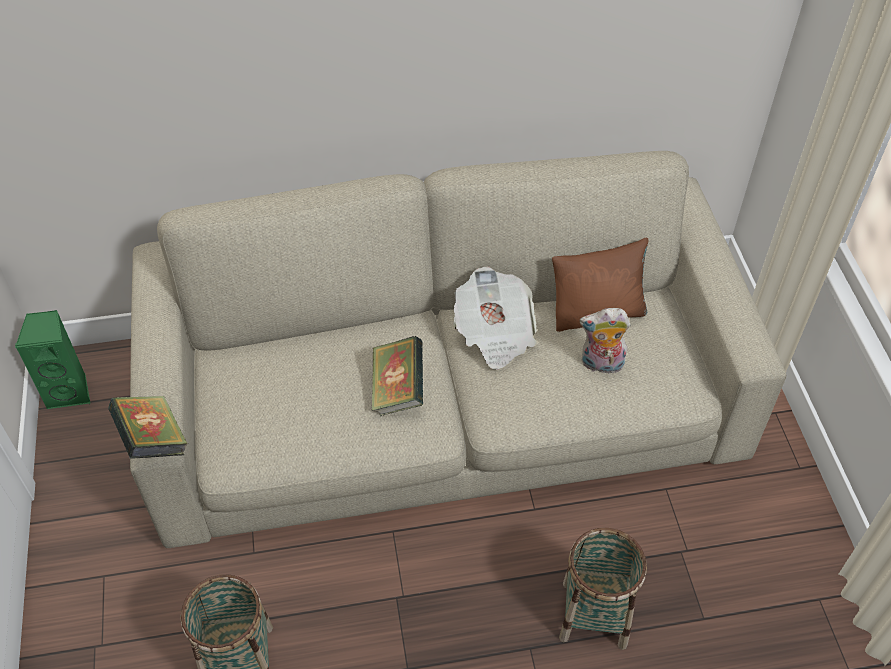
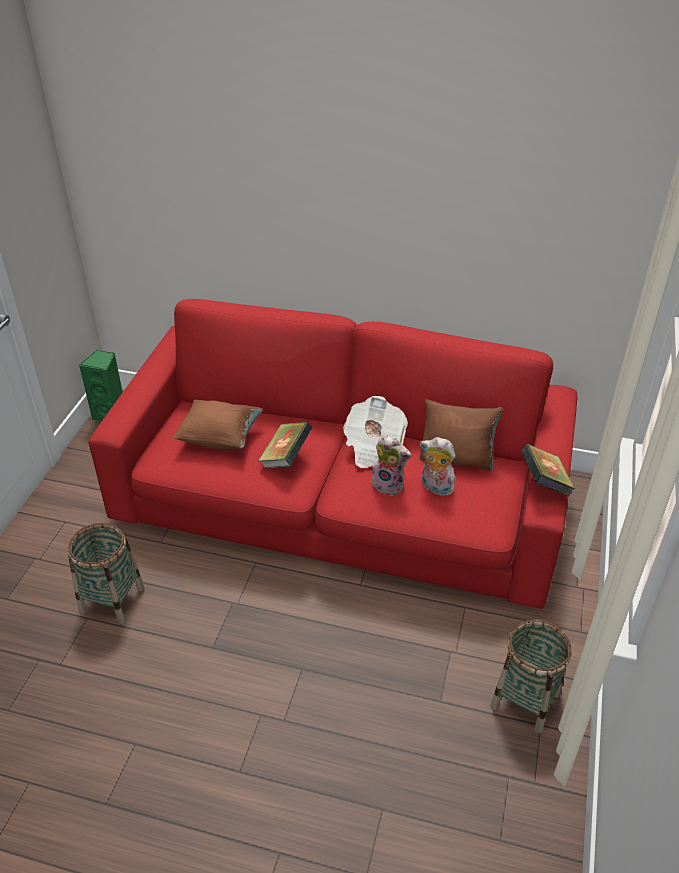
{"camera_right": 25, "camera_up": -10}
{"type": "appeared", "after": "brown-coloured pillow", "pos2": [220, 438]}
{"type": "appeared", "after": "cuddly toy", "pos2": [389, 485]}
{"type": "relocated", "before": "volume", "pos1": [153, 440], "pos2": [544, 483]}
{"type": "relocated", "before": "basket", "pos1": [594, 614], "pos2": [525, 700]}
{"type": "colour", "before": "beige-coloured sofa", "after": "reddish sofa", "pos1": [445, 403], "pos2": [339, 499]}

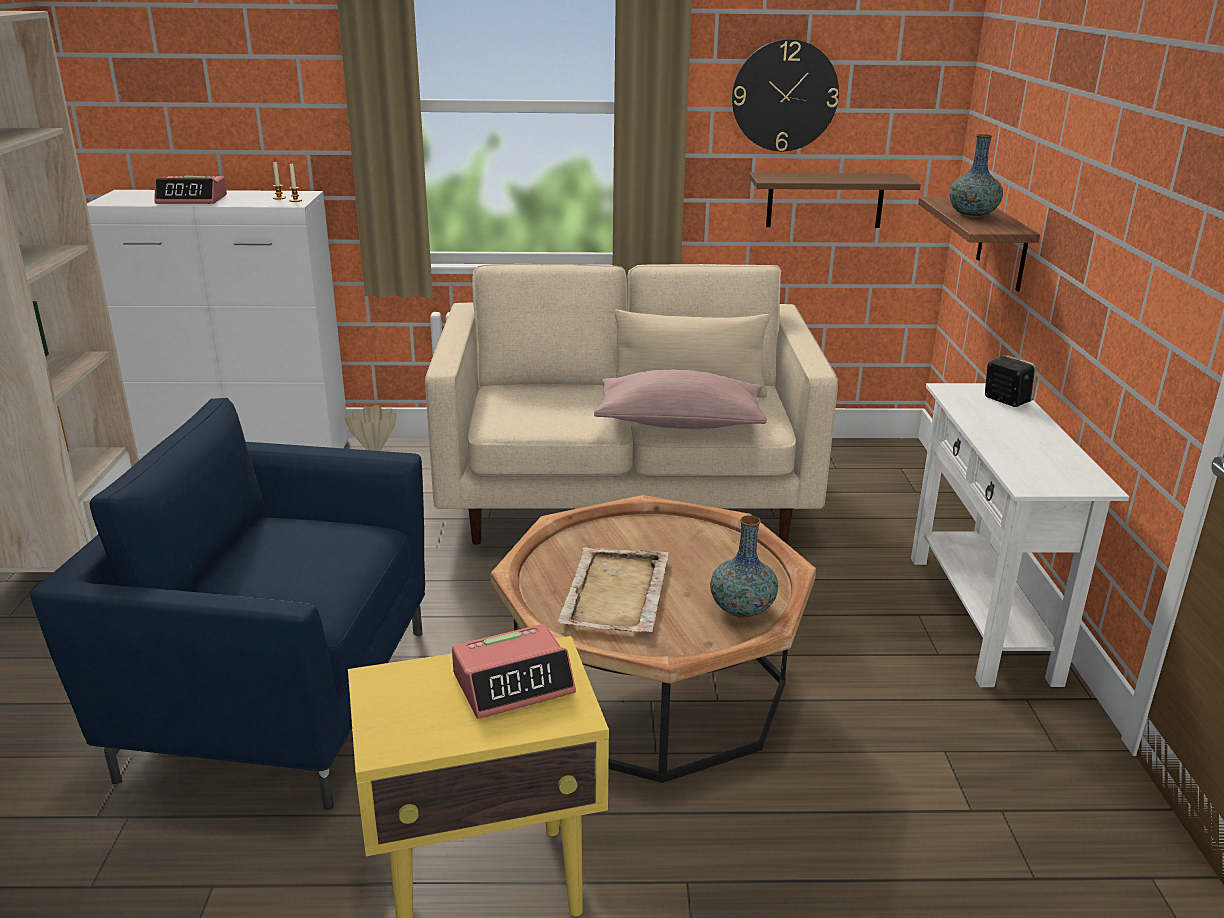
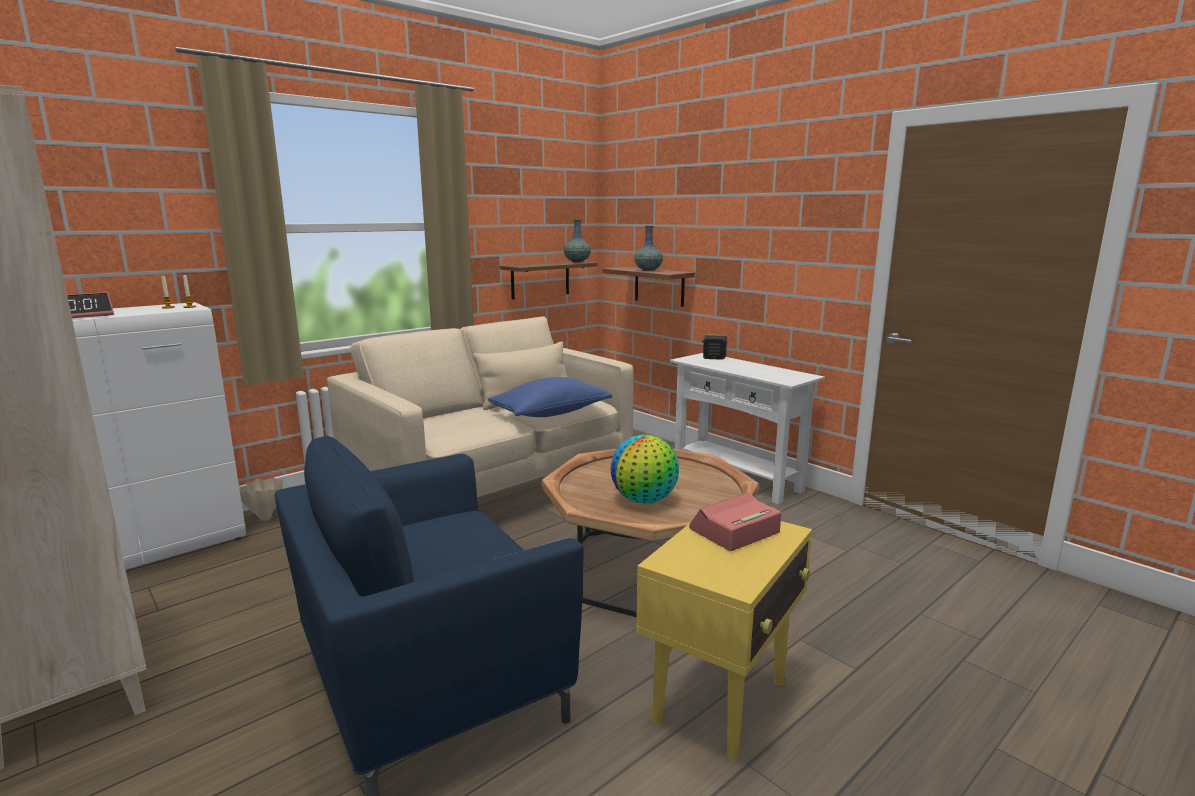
{"camera_right": -40, "camera_up": -10}
{"type": "missing", "before": "hanging clock", "pos1": [784, 96]}
{"type": "relocated", "before": "decorative vase", "pos1": [742, 609], "pos2": [577, 262]}
{"type": "exchanged", "before": "beige-coloured serving tray", "after": "globe", "pos1": [615, 594], "pos2": [644, 500]}
{"type": "colour", "before": "pinkish pillow", "after": "bluish pillow", "pos1": [679, 423], "pos2": [551, 413]}
{"type": "spun", "before": "table clock", "pos1": [514, 683], "pos2": [734, 531], "turn": -150}

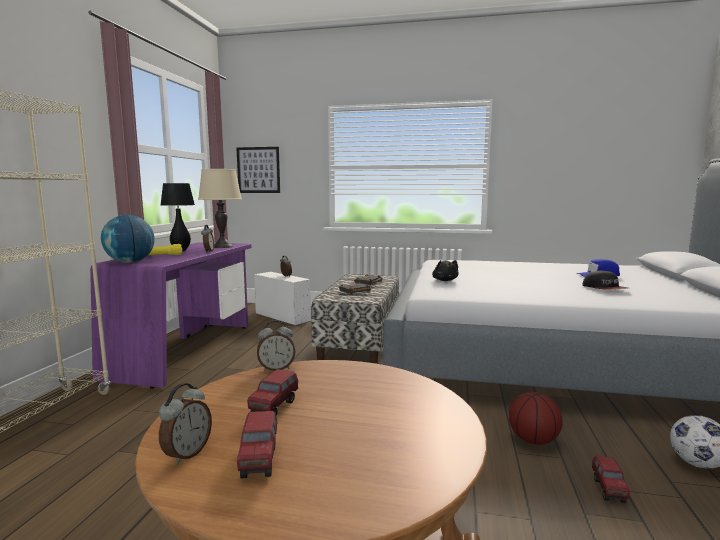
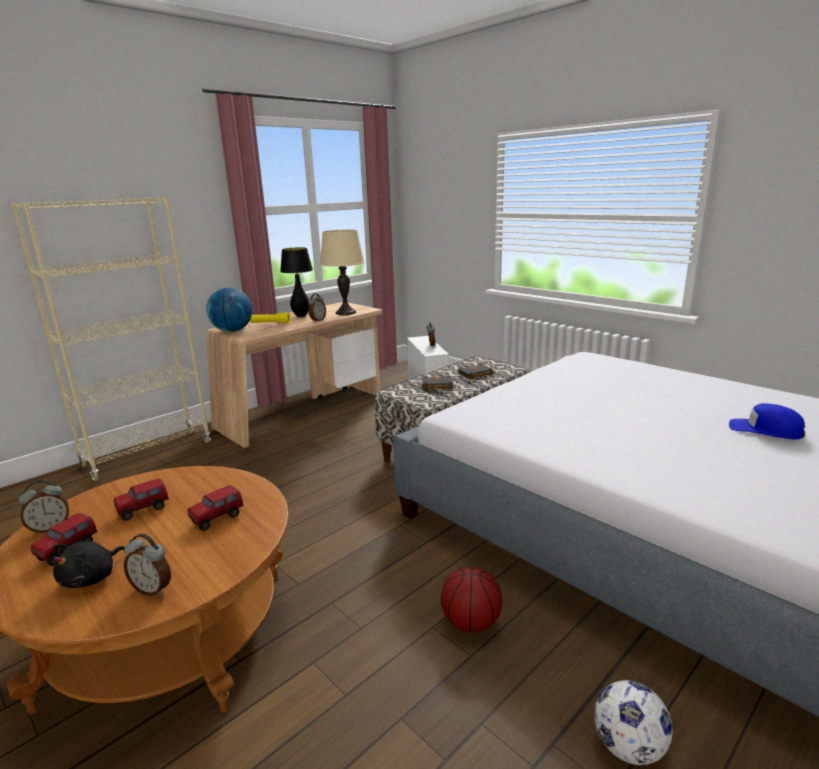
{"camera_right": 35, "camera_up": 10}
{"type": "missing", "before": "wall art", "pos1": [258, 170]}
{"type": "missing", "before": "cap", "pos1": [605, 288]}
{"type": "relocated", "before": "table clock", "pos1": [276, 368], "pos2": [153, 589]}
{"type": "relocated", "before": "blackish cuddly toy", "pos1": [445, 280], "pos2": [92, 578]}
{"type": "relocated", "before": "toy lorry", "pos1": [608, 490], "pos2": [217, 519]}
{"type": "colour", "before": "purple desk", "after": "beige-coloured desk", "pos1": [187, 350], "pos2": [304, 412]}

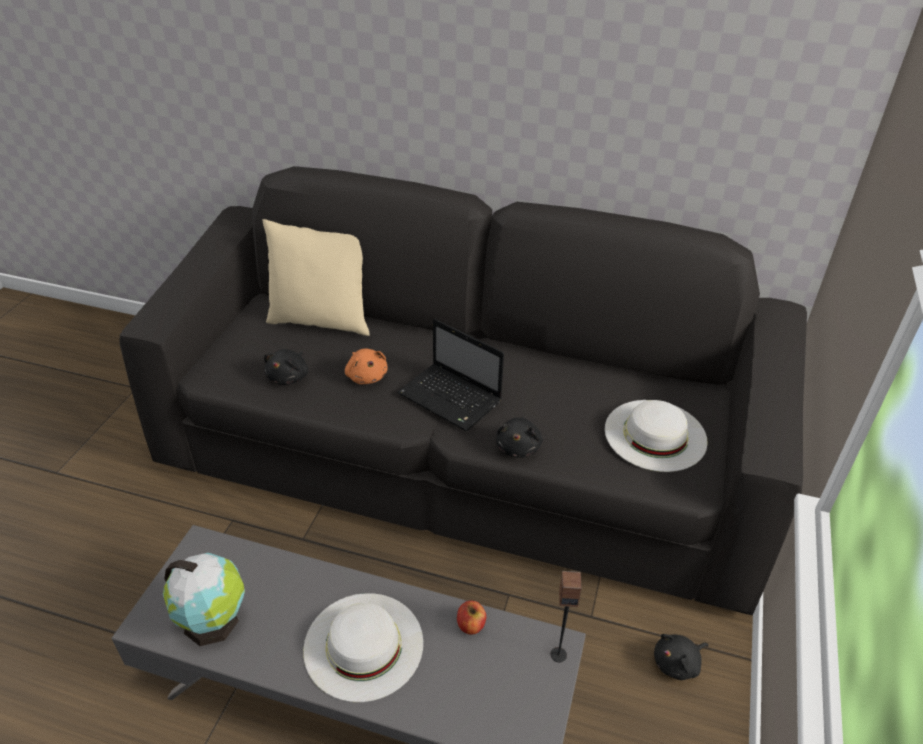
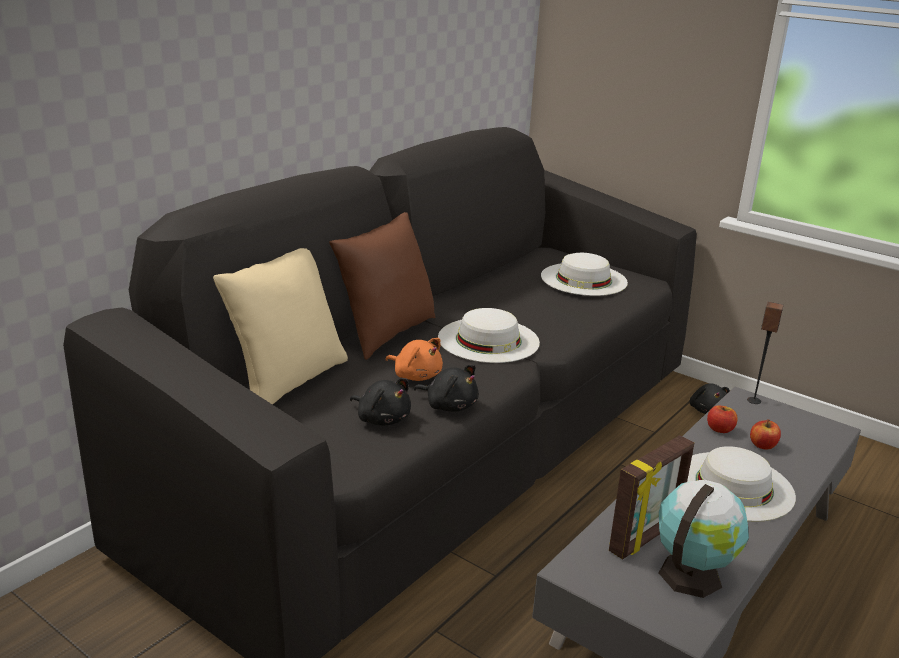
{"camera_right": -70, "camera_up": -15}
{"type": "appeared", "after": "brown-coloured pillow", "pos2": [385, 334]}
{"type": "appeared", "after": "photo frame", "pos2": [646, 537]}
{"type": "appeared", "after": "apple fruit", "pos2": [763, 445]}
{"type": "relocated", "before": "blackish cuddly toy", "pos1": [518, 447], "pos2": [449, 405]}
{"type": "exchanged", "before": "portable computer", "after": "whitish wearable hat", "pos1": [451, 398], "pos2": [488, 340]}
{"type": "spun", "before": "orange-coloured cuddly toy", "pos1": [366, 376], "pos2": [416, 375], "turn": 45}

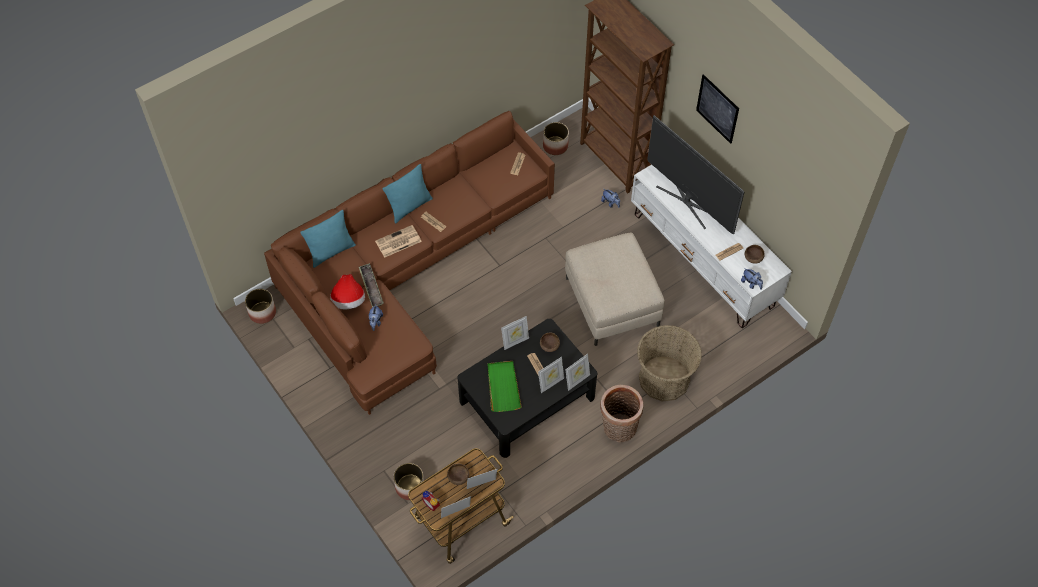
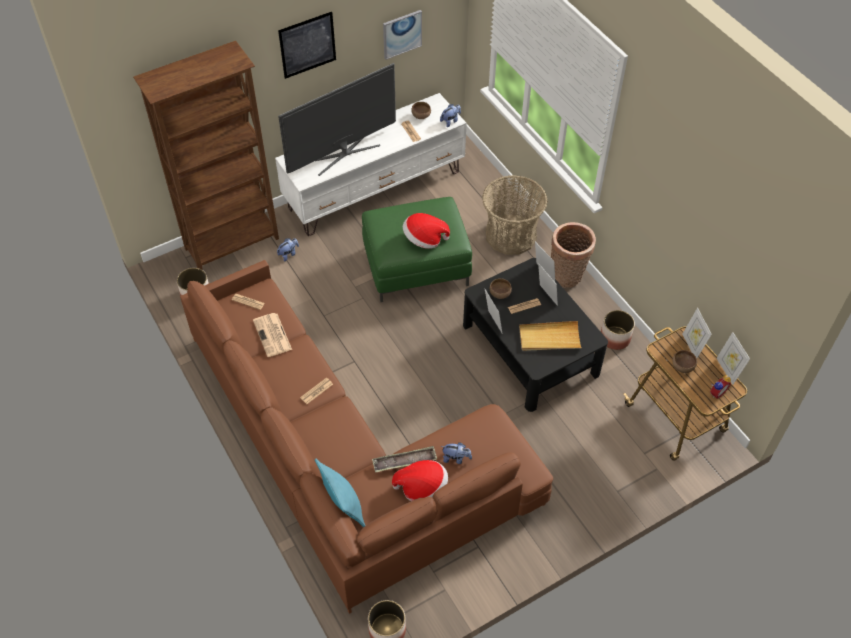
{"camera_right": -85, "camera_up": -5}
{"type": "missing", "before": "turquoise-coloured pillow", "pos1": [410, 207]}
{"type": "appeared", "after": "wall art", "pos2": [402, 34]}
{"type": "appeared", "after": "wearable hat", "pos2": [424, 239]}
{"type": "relocated", "before": "newspaper", "pos1": [398, 242], "pos2": [273, 335]}
{"type": "relocated", "before": "planter", "pos1": [410, 487], "pos2": [614, 338]}
{"type": "colour", "before": "greenish serving tray", "after": "beige-coloured serving tray", "pos1": [503, 387], "pos2": [549, 338]}
{"type": "colour", "before": "beige-coloured footrest", "after": "greenish footrest", "pos1": [612, 302], "pos2": [416, 266]}

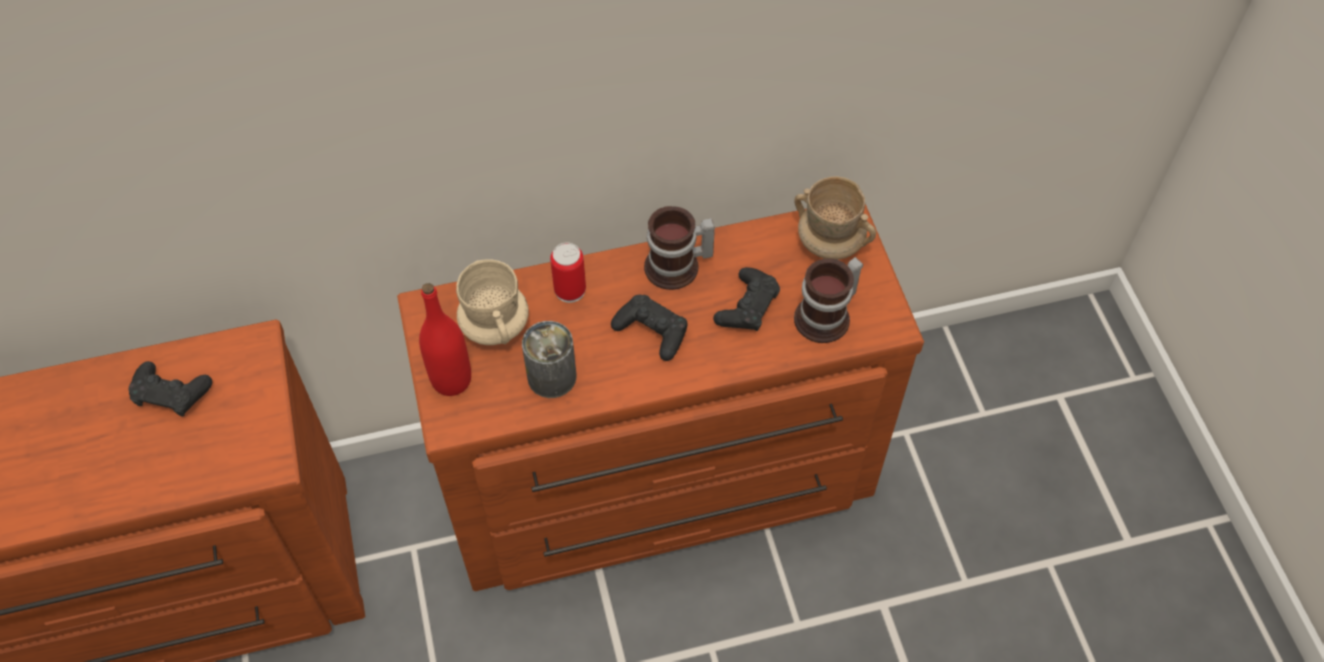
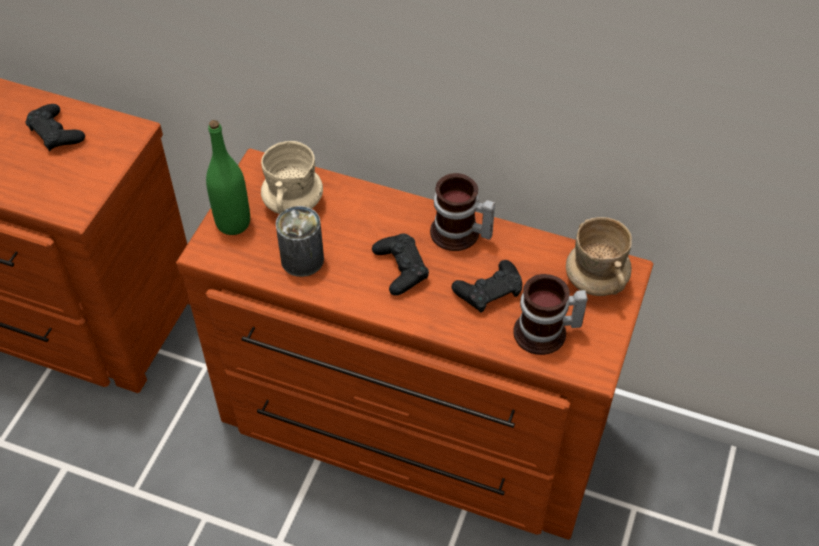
{"camera_right": 35, "camera_up": -5}
{"type": "missing", "before": "metal can", "pos1": [570, 290]}
{"type": "colour", "before": "reddish bottle", "after": "greenish bottle", "pos1": [451, 380], "pos2": [233, 223]}

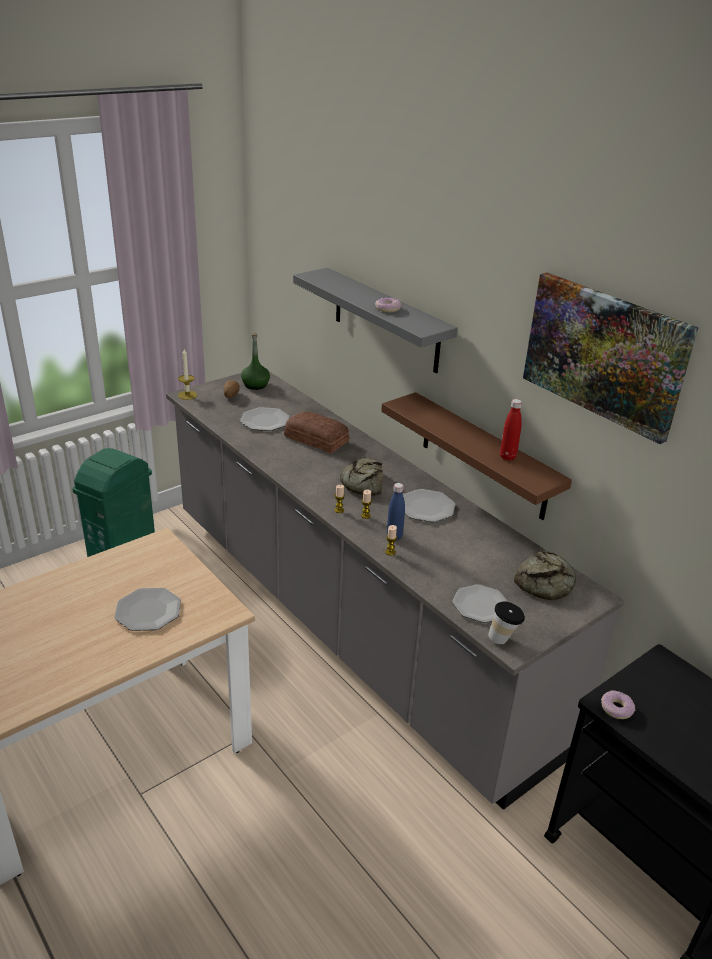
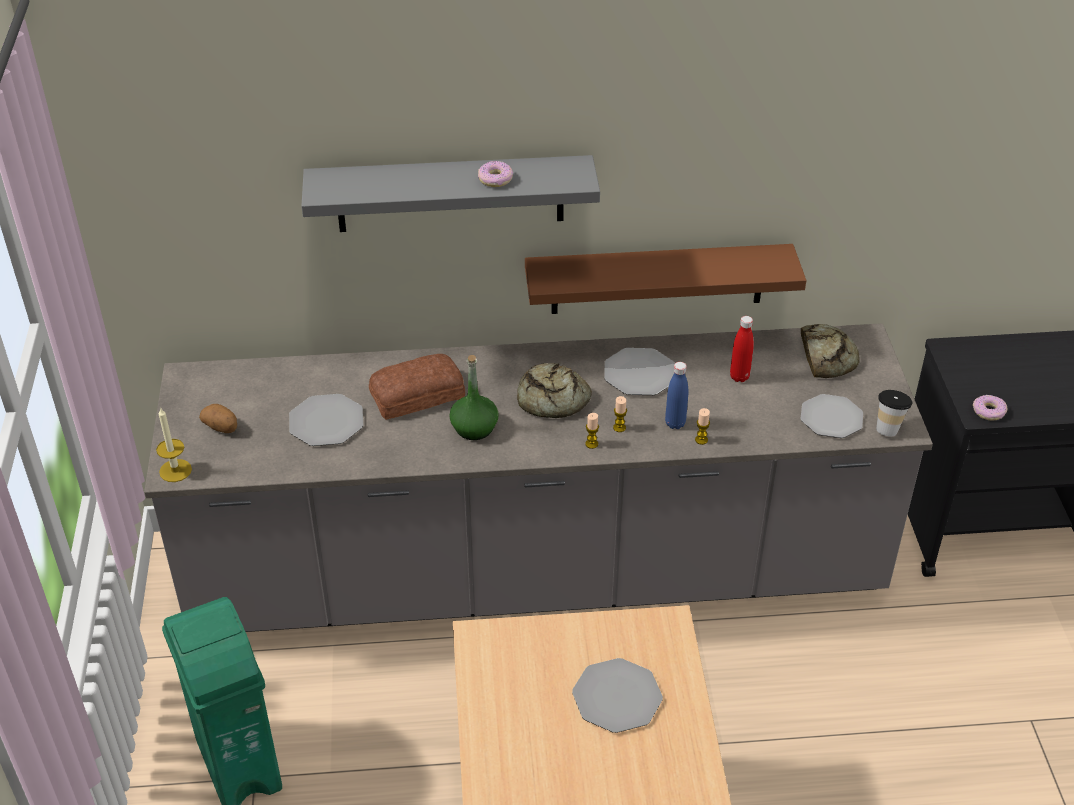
{"camera_right": -55, "camera_up": 10}
{"type": "missing", "before": "wall art", "pos1": [604, 354]}
{"type": "relocated", "before": "greenish bottle", "pos1": [255, 385], "pos2": [474, 428]}
{"type": "relocated", "before": "reddish bottle", "pos1": [507, 457], "pos2": [739, 377]}

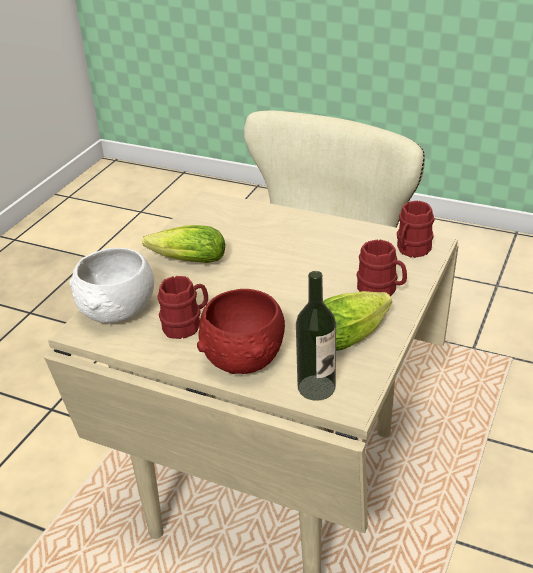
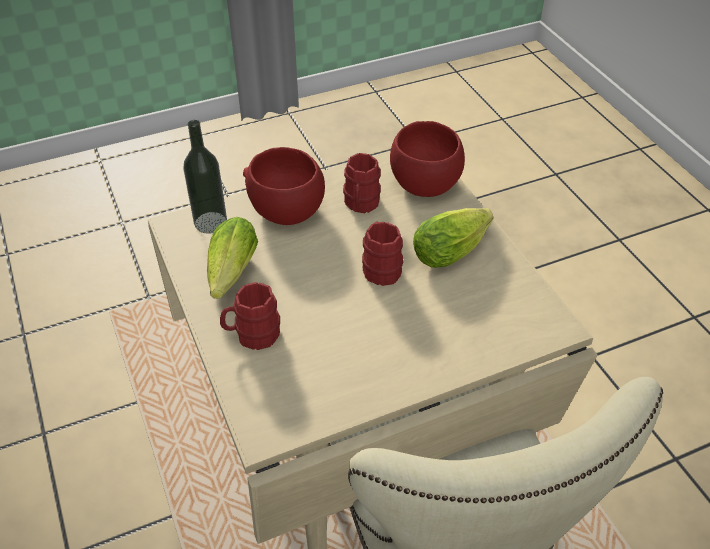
{"camera_right": 130, "camera_up": 10}
{"type": "relocated", "before": "reddish tea mug", "pos1": [411, 250], "pos2": [380, 267]}
{"type": "colour", "before": "whitish serving bowl", "after": "reddish serving bowl", "pos1": [117, 310], "pos2": [424, 182]}

